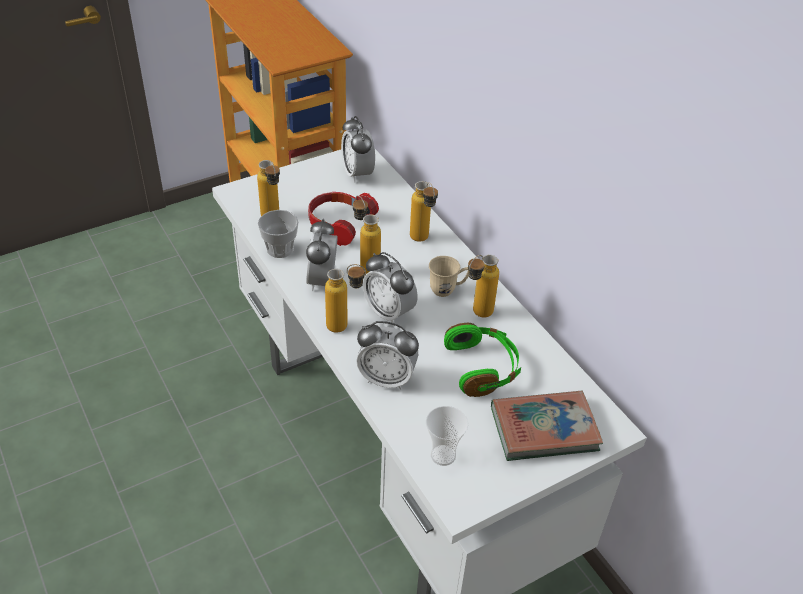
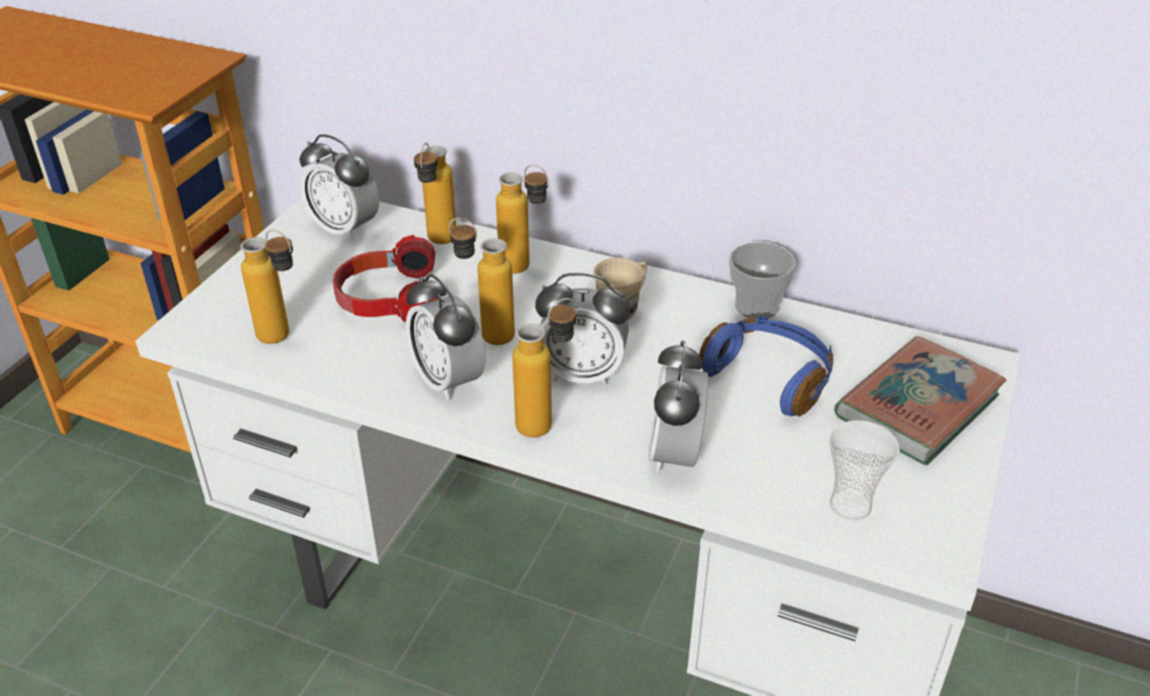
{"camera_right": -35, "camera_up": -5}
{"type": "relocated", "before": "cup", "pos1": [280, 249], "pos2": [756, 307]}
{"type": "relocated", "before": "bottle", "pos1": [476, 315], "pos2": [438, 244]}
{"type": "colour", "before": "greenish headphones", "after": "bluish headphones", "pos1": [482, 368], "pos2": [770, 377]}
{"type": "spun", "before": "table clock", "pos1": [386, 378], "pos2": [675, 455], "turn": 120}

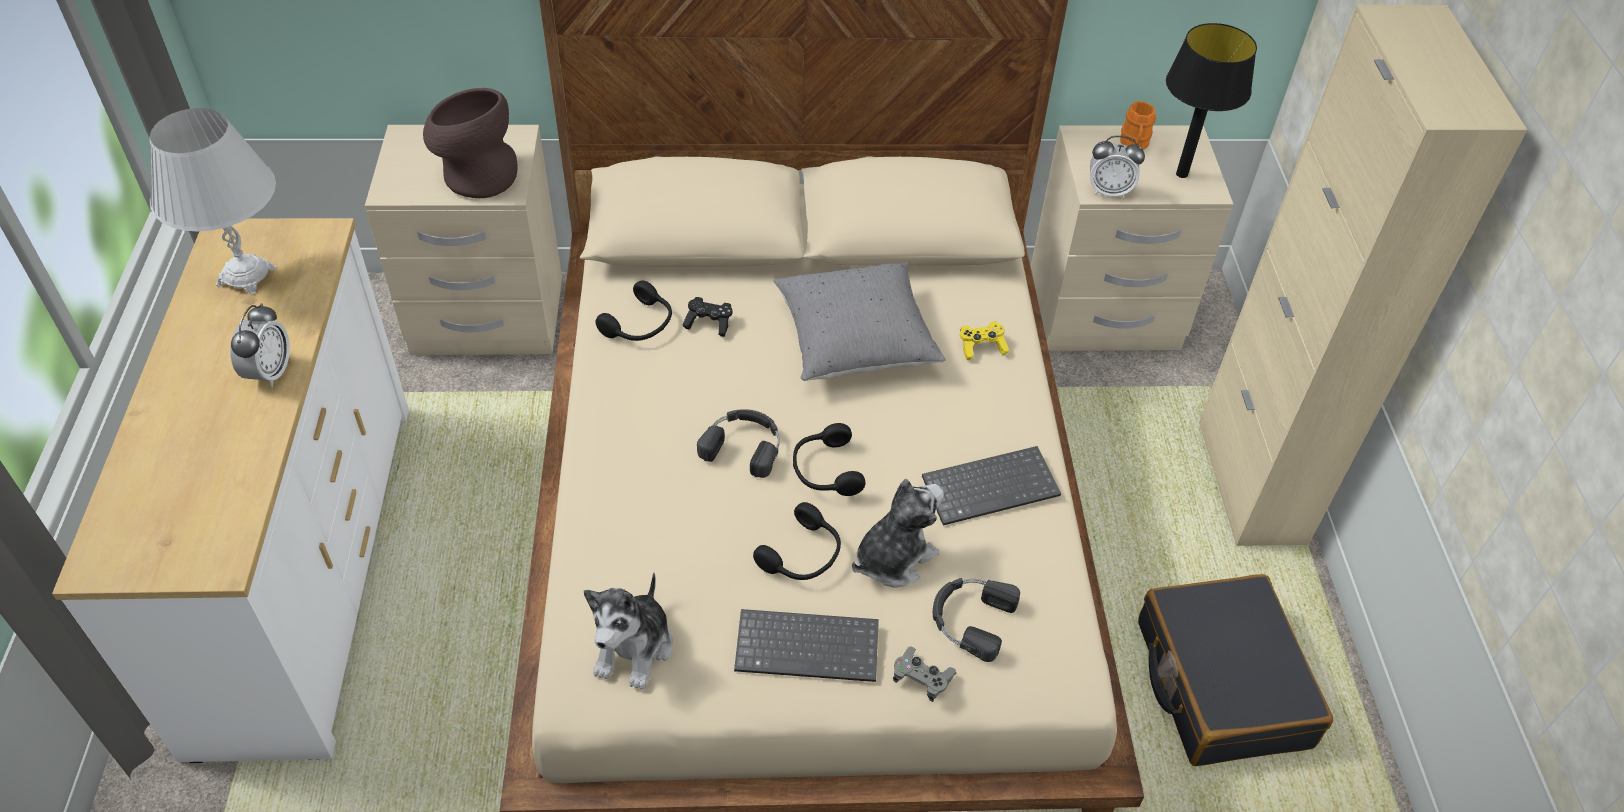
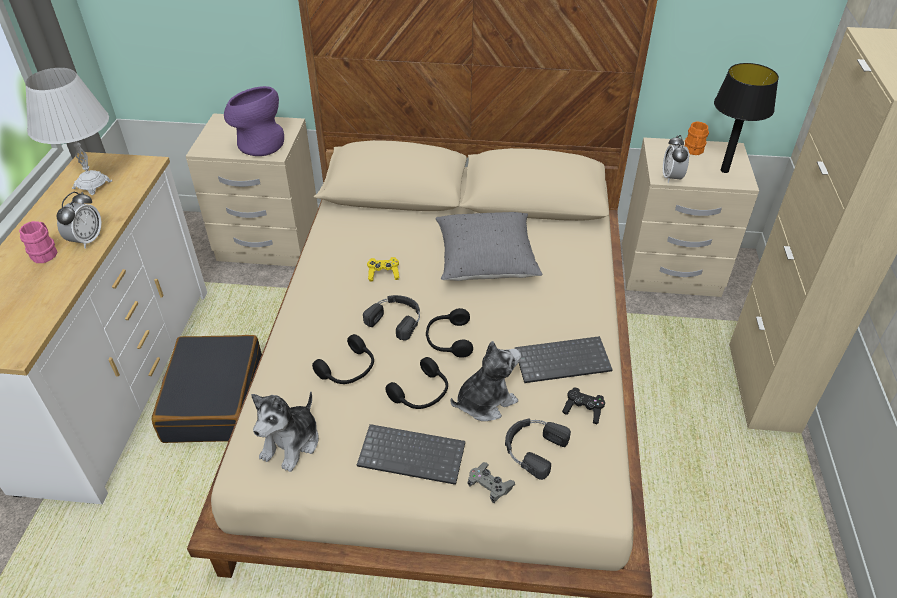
{"camera_right": 10, "camera_up": -5}
{"type": "appeared", "after": "pinkish tea mug", "pos2": [45, 252]}
{"type": "relocated", "before": "blackish headphones", "pos1": [640, 325], "pos2": [348, 370]}
{"type": "relocated", "before": "blackish game controller", "pos1": [709, 323], "pos2": [583, 410]}
{"type": "relocated", "before": "yellow game controller", "pos1": [981, 347], "pos2": [383, 274]}
{"type": "relocated", "before": "blackish piece of luggage", "pos1": [1220, 683], "pos2": [213, 400]}
{"type": "colour", "before": "brown-coloured decorative vase", "after": "purple decorative vase", "pos1": [476, 175], "pos2": [258, 143]}
{"type": "spun", "before": "table clock", "pos1": [1109, 191], "pos2": [671, 177], "turn": 75}

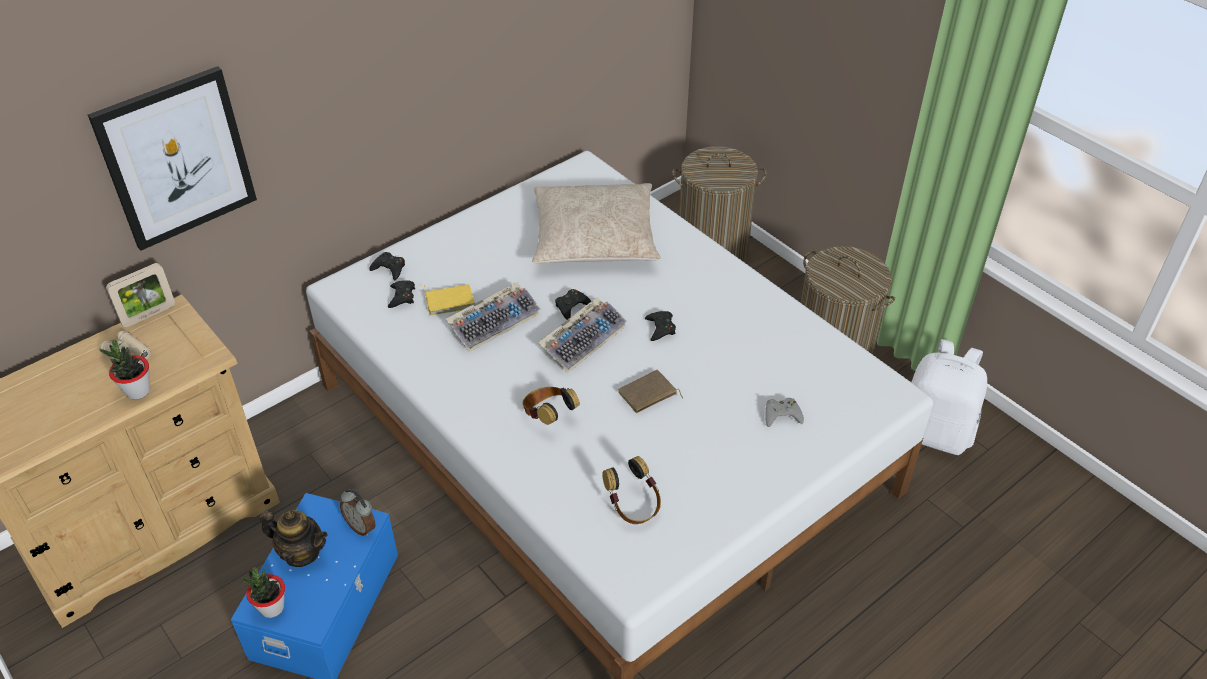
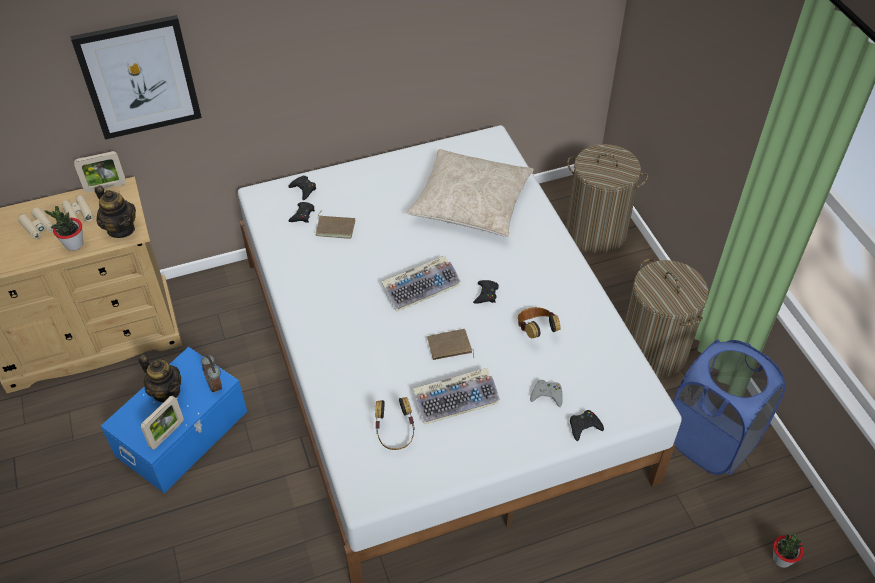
{"camera_right": 20, "camera_up": 5}
{"type": "appeared", "after": "beige-coloured pair of binoculars", "pos2": [38, 227]}
{"type": "appeared", "after": "tea pot", "pos2": [121, 229]}
{"type": "appeared", "after": "photo frame", "pos2": [167, 434]}
{"type": "relocated", "before": "potted plant", "pos1": [272, 608], "pos2": [781, 559]}
{"type": "relocated", "before": "keyboard", "pos1": [494, 321], "pos2": [456, 399]}
{"type": "relocated", "before": "headphones", "pos1": [548, 416], "pos2": [535, 330]}
{"type": "relocated", "before": "blackish game controller", "pos1": [572, 307], "pos2": [584, 427]}
{"type": "exchanged", "before": "whitish backpack", "after": "bluish hamper", "pos1": [935, 432], "pos2": [711, 440]}
{"type": "colour", "before": "yellow volume", "after": "brown-coloured volume", "pos1": [449, 300], "pos2": [336, 227]}

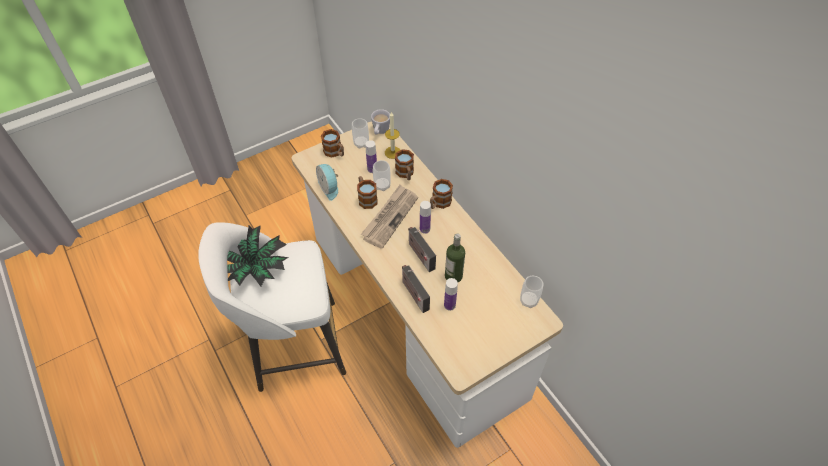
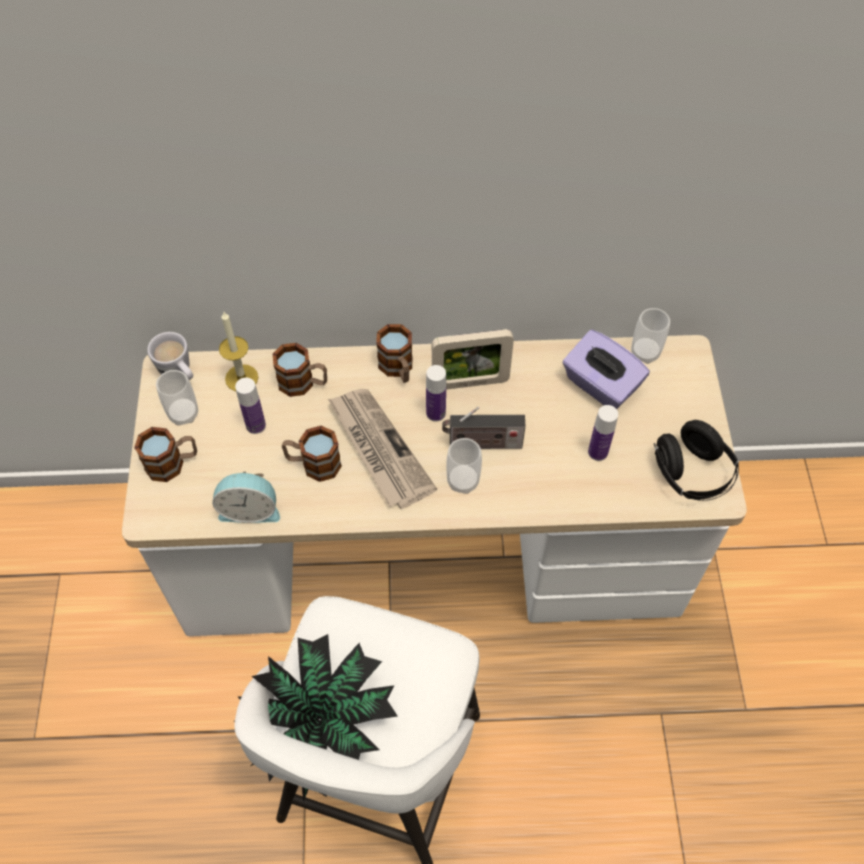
{"camera_right": -60, "camera_up": 5}
{"type": "missing", "before": "radio receiver", "pos1": [414, 294]}
{"type": "missing", "before": "bottle", "pos1": [453, 276]}
{"type": "appeared", "after": "photo frame", "pos2": [470, 383]}
{"type": "appeared", "after": "purple box of tissues", "pos2": [600, 385]}
{"type": "appeared", "after": "blackish headphones", "pos2": [691, 474]}
{"type": "relocated", "before": "cup", "pos1": [382, 185], "pos2": [463, 481]}

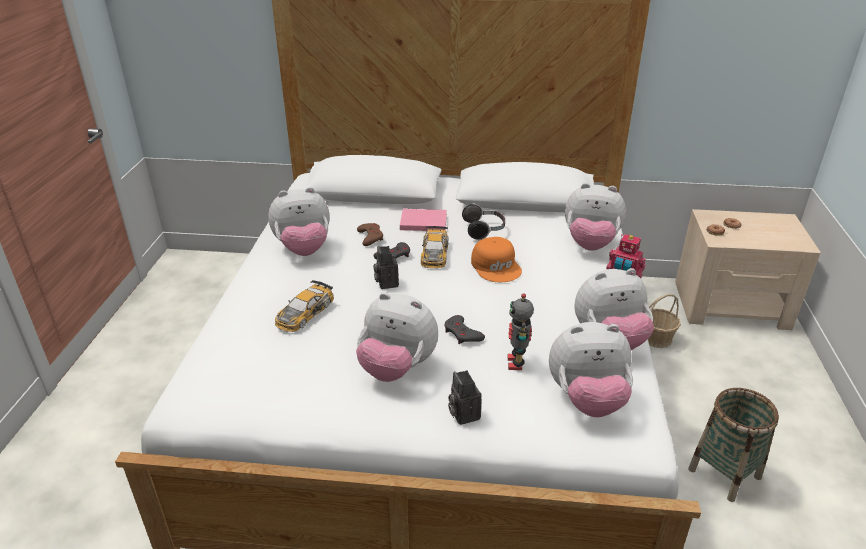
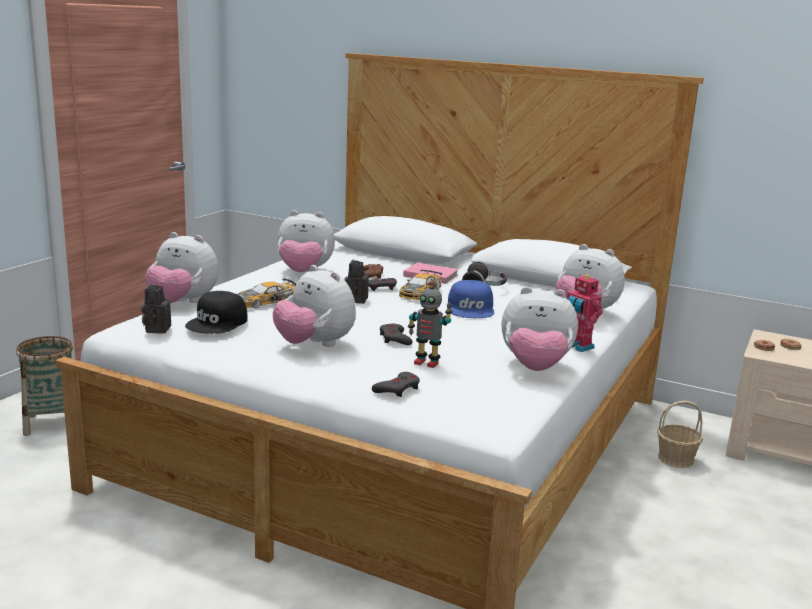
{"camera_right": 20, "camera_up": -15}
{"type": "appeared", "after": "blackish cap", "pos2": [218, 323]}
{"type": "appeared", "after": "gray game controller", "pos2": [398, 389]}
{"type": "relocated", "before": "photo camera", "pos1": [463, 413], "pos2": [157, 329]}
{"type": "relocated", "before": "cuddly toy", "pos1": [587, 400], "pos2": [183, 303]}
{"type": "relocated", "before": "basket", "pos1": [724, 473], "pos2": [52, 423]}
{"type": "colour", "before": "orange-coloured cap", "after": "bluish cap", "pos1": [496, 266], "pos2": [471, 308]}
{"type": "spun", "before": "model robot", "pos1": [516, 363], "pos2": [427, 362], "turn": -90}

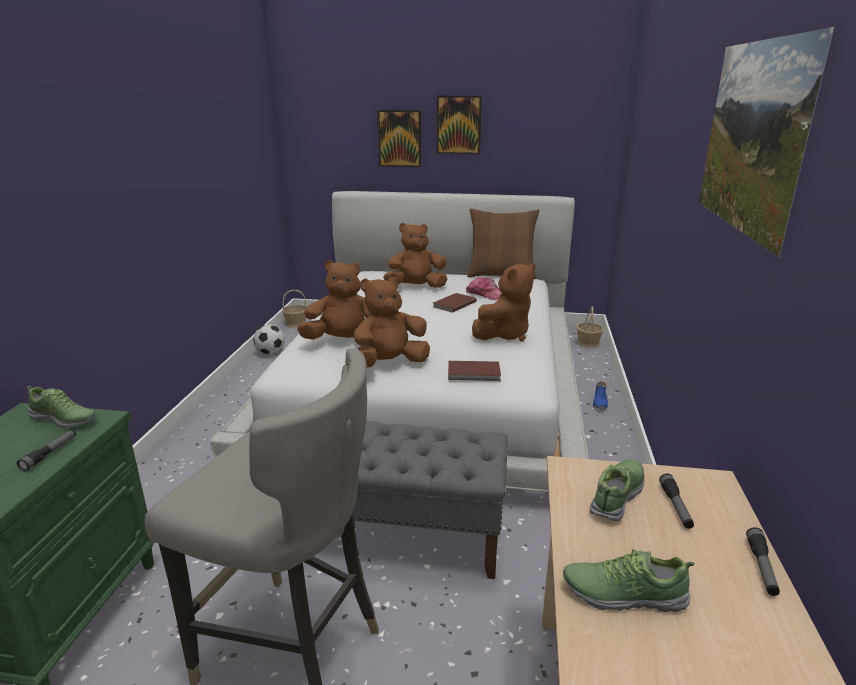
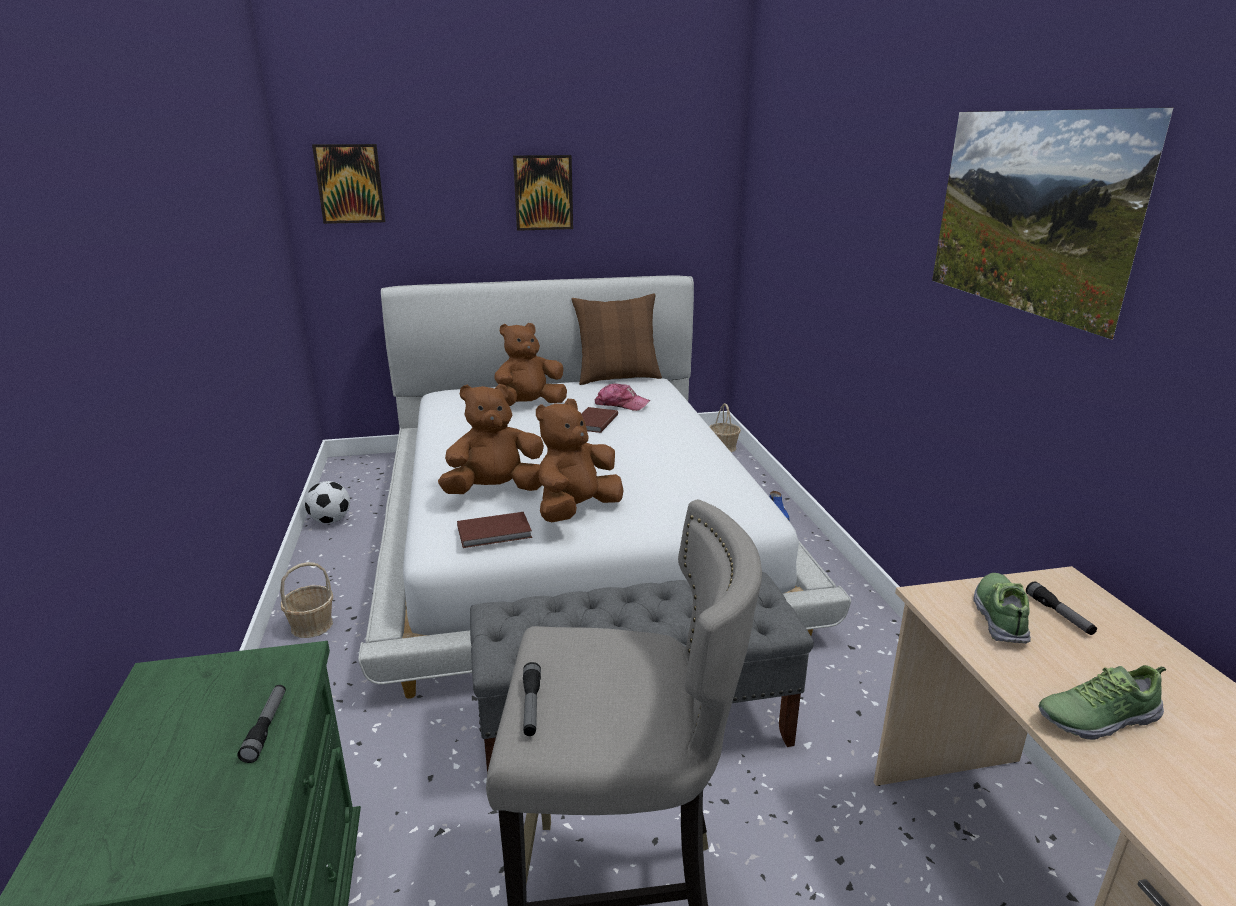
{"camera_right": -20, "camera_up": 0}
{"type": "missing", "before": "item of footwear", "pos1": [64, 420]}
{"type": "missing", "before": "brown-coloured cuddly toy", "pos1": [504, 334]}
{"type": "relocated", "before": "basket", "pos1": [295, 324], "pos2": [311, 625]}
{"type": "relocated", "before": "wall art", "pos1": [400, 138], "pos2": [350, 184]}
{"type": "relocated", "before": "brown-coloured volume", "pos1": [474, 373], "pos2": [495, 533]}
{"type": "relocated", "before": "flashlight", "pos1": [761, 567], "pos2": [531, 706]}

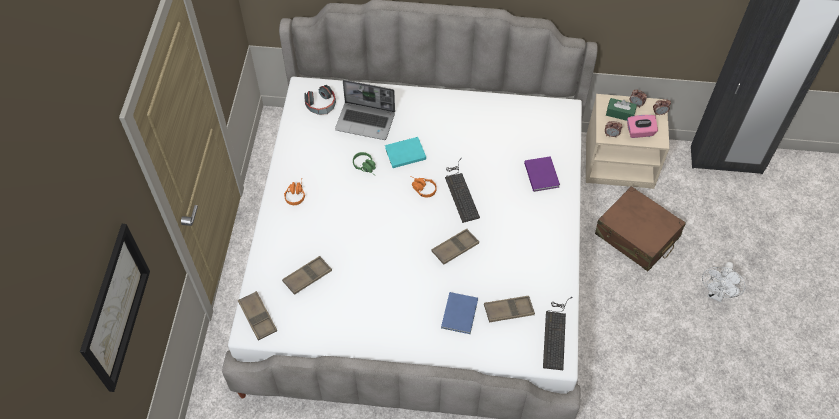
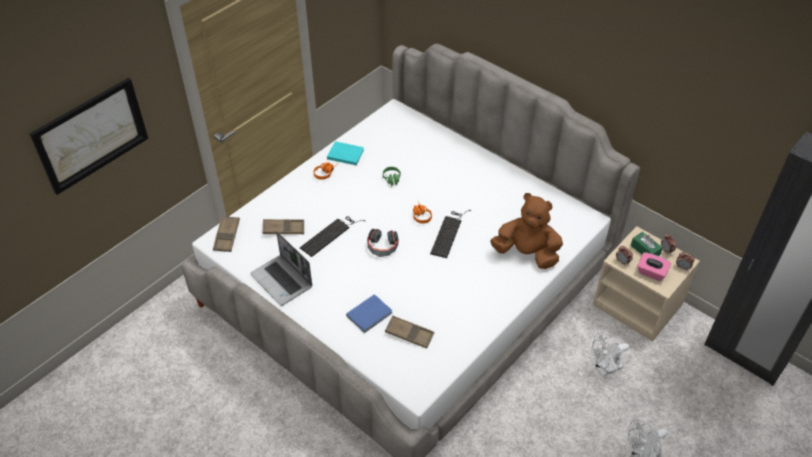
{"camera_right": 35, "camera_up": -10}
{"type": "missing", "before": "brown-coloured serving tray", "pos1": [455, 248]}
{"type": "relocated", "before": "headphones", "pos1": [321, 105], "pos2": [382, 247]}
{"type": "relocated", "before": "portable computer", "pos1": [366, 121], "pos2": [282, 281]}
{"type": "relocated", "before": "turquoise-coloured volume", "pos1": [404, 153], "pos2": [345, 154]}
{"type": "relocated", "before": "keyboard", "pos1": [556, 333], "pos2": [330, 234]}
{"type": "exchanged", "before": "purple volume", "after": "brown-coloured cuddly toy", "pos1": [542, 174], "pos2": [526, 254]}
{"type": "exchanged", "before": "brown-coloured piece of luggage", "after": "whitish electric fan", "pos1": [637, 236], "pos2": [604, 369]}

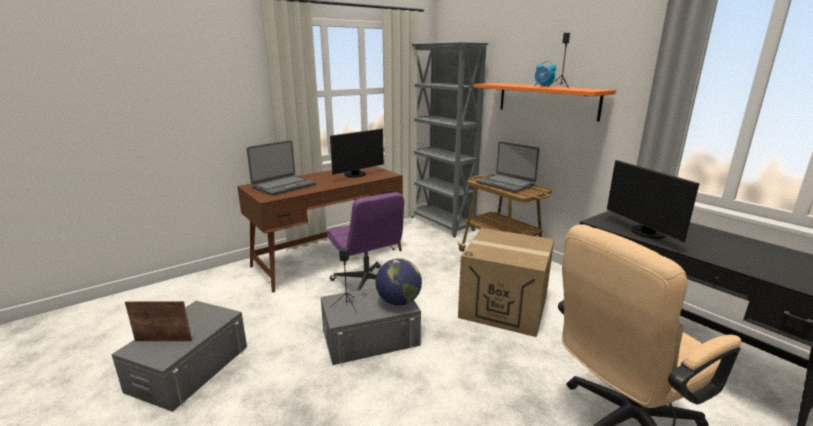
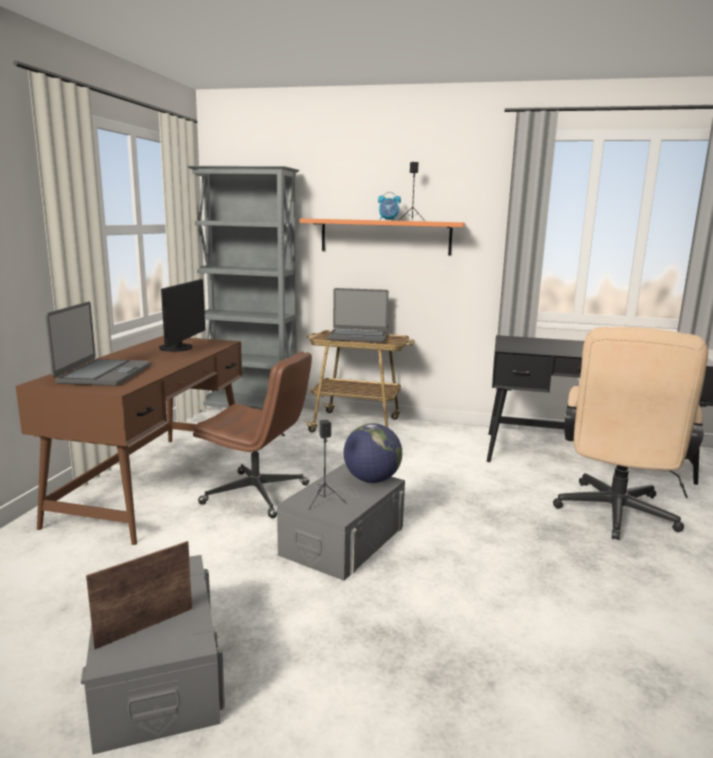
{"camera_right": -40, "camera_up": -5}
{"type": "missing", "before": "carton", "pos1": [504, 307]}
{"type": "missing", "before": "computer screen", "pos1": [645, 233]}
{"type": "colour", "before": "purple desk chair", "after": "brown-coloured desk chair", "pos1": [367, 285], "pos2": [257, 494]}

